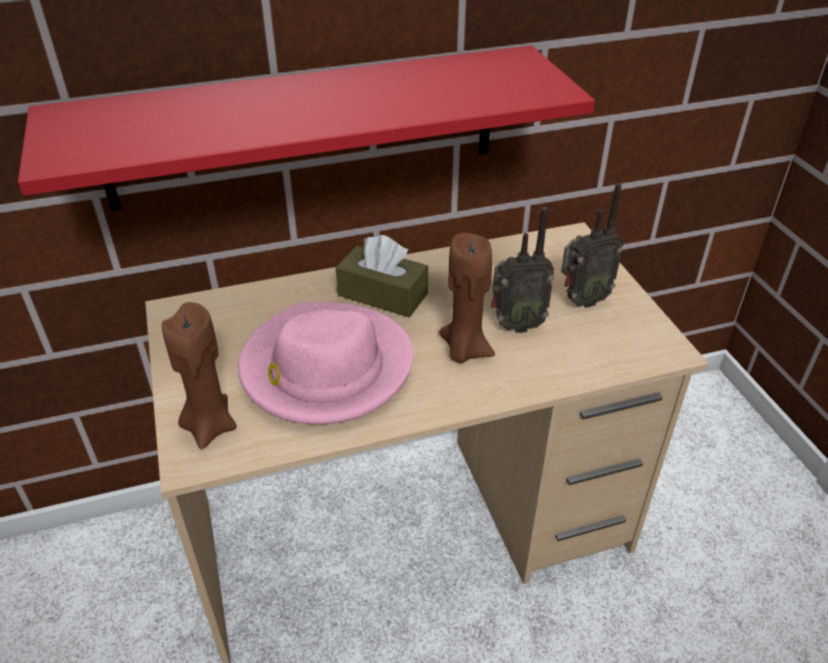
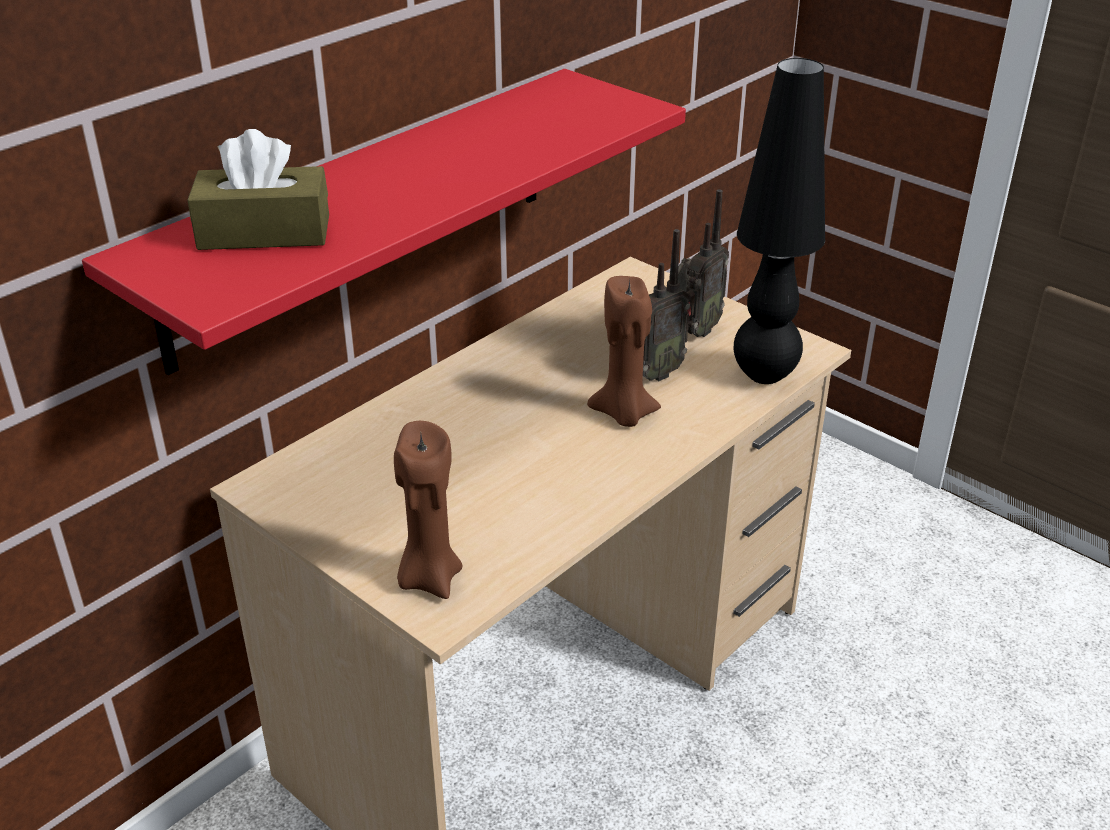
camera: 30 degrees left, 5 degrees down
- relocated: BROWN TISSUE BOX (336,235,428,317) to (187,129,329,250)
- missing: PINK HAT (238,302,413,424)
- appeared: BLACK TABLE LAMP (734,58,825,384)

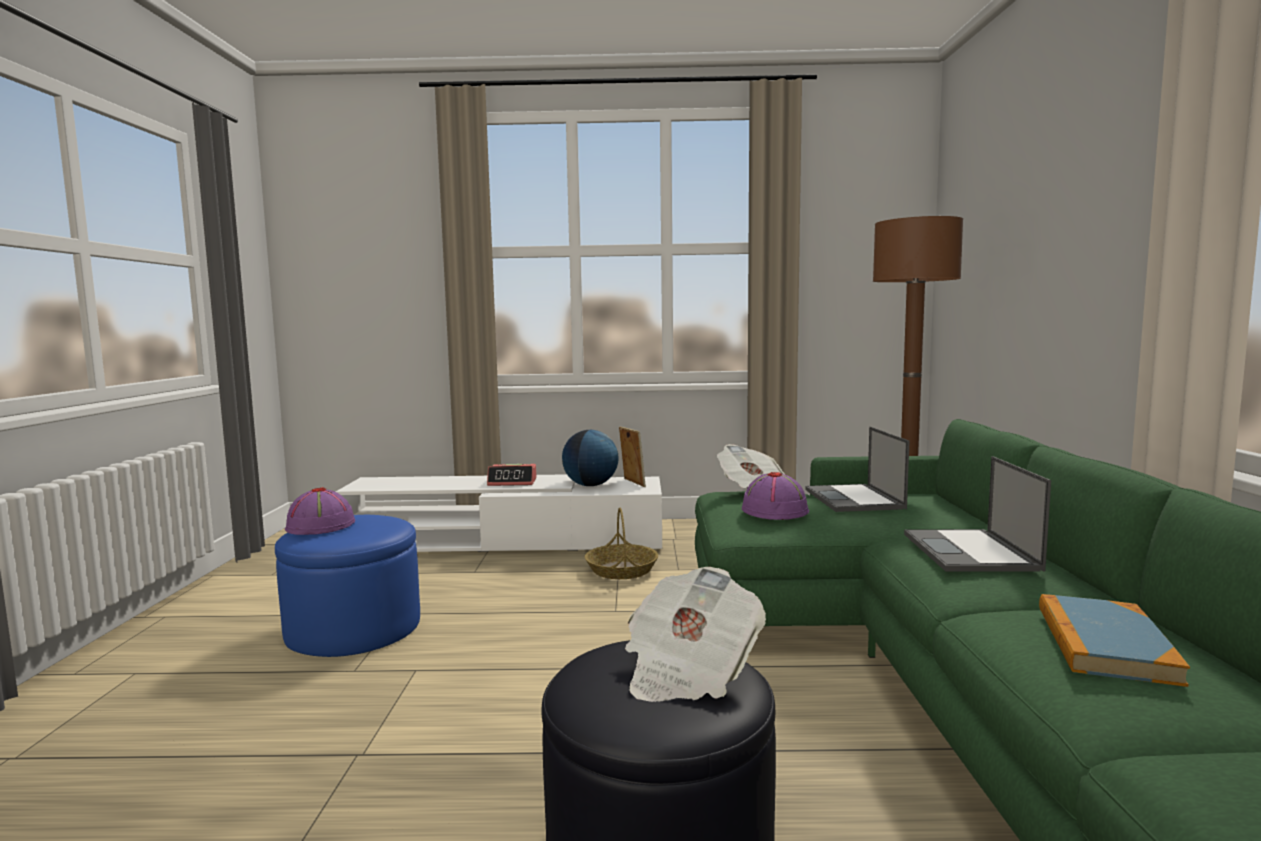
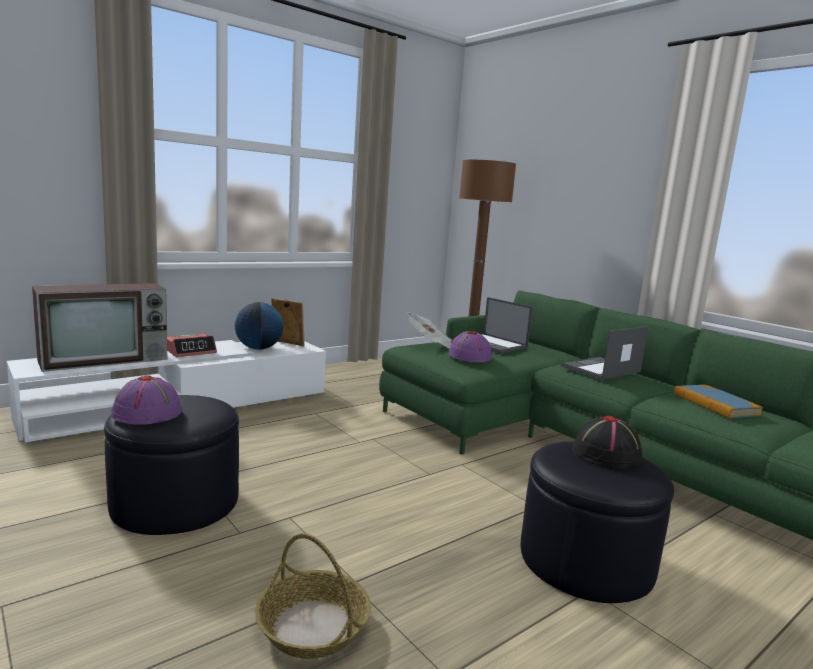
camera: 40 degrees left, 5 degrees up
- spun: LAPTOP (904,456,1051,572) = (560,326,648,380) 90 degrees clockwise
- relocated: BASKET (585,508,658,579) to (255,533,371,659)
- colour: BLUE OTTOMAN (275,515,420,657) to BLACK OTTOMAN (104,395,239,535)
- exchanged: NEWSPAPER (625,567,766,702) to BLACK HAT (573,416,643,469)
- appeared: TELEVISION (32,283,167,372)

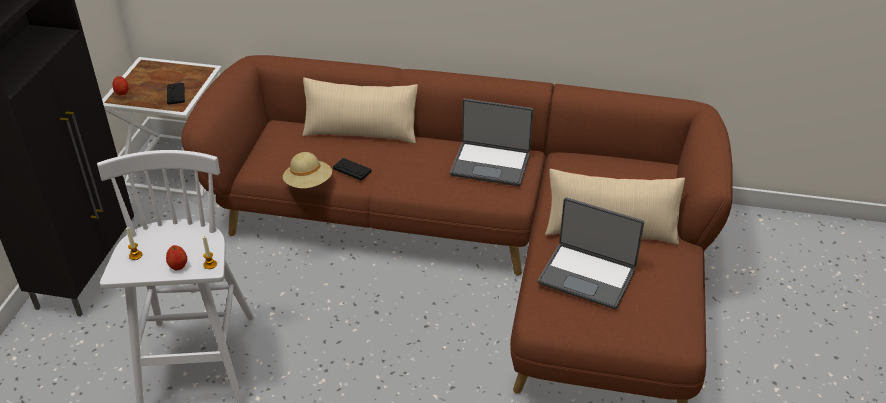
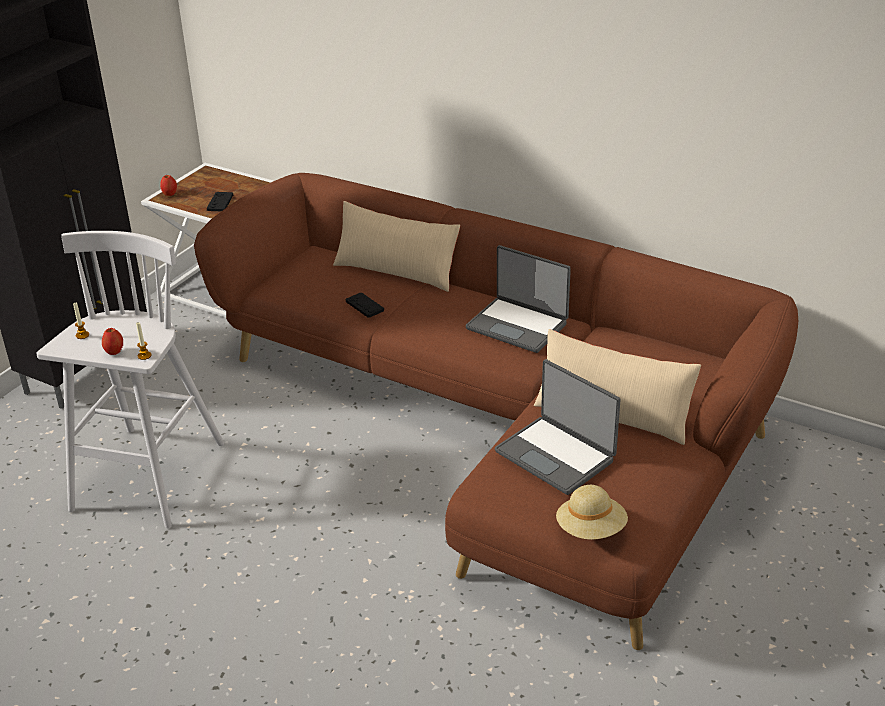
camera: 20 degrees right, 5 degrees down
- relocated: BEIGE HAT (283,152,332,188) to (556,485,628,540)

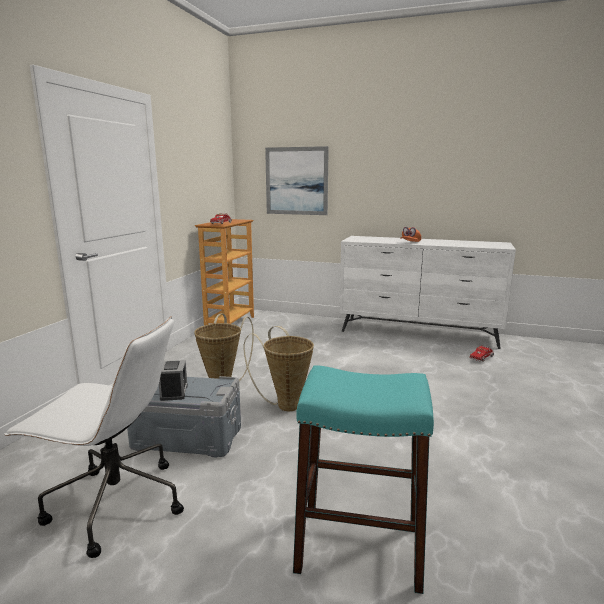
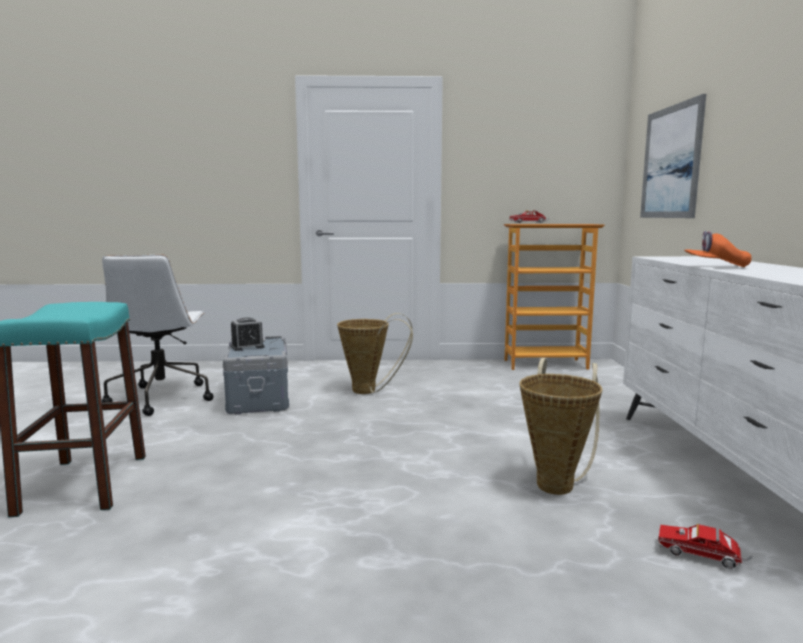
camera: 70 degrees right, 5 degrees down
- relocated: BASKET (243,326,314,411) to (519,358,603,495)

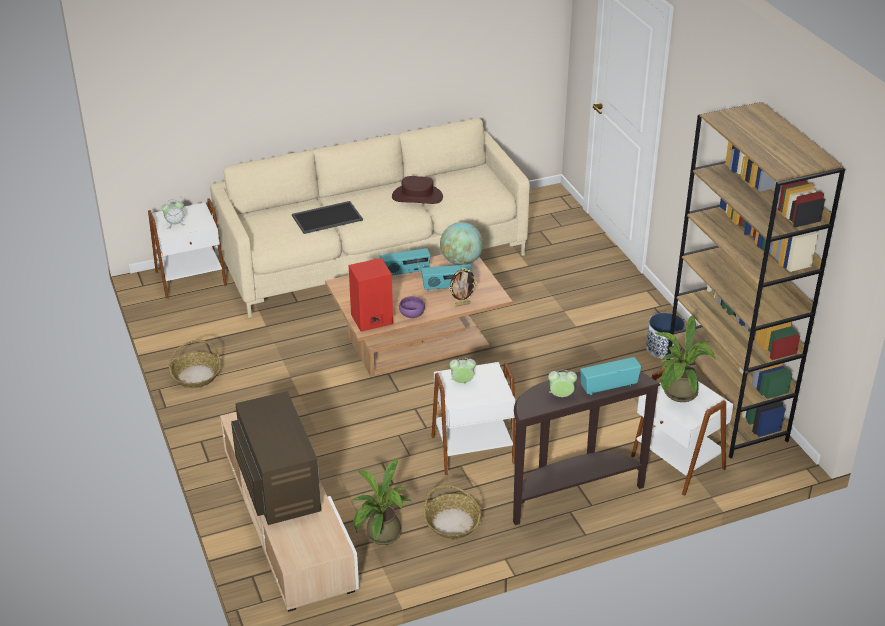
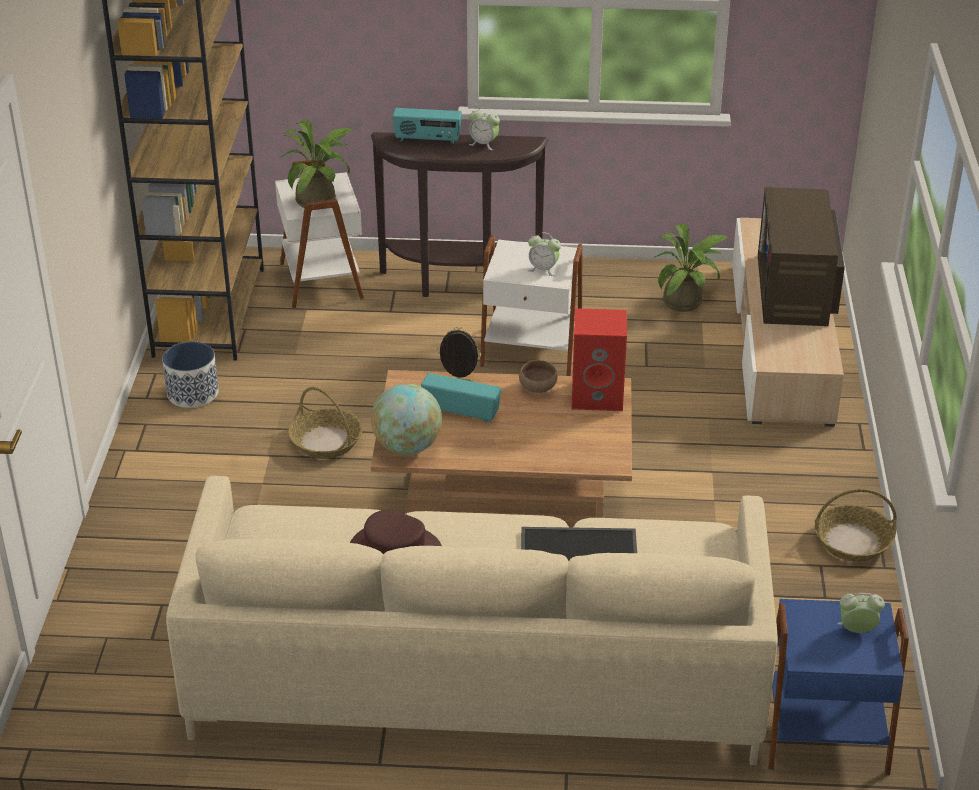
camera: 155 degrees left, 0 degrees up
- colour: WHITE SIDE TABLE (148,199,227,299) to BLUE SIDE TABLE (768,599,909,775)
- missing: RADIO (380,248,431,275)
- colour: PURPLE BOWL (399,296,425,318) to BROWN BOWL (519,360,558,393)
- relocated: BASKET (424,485,483,539) to (288,387,363,459)

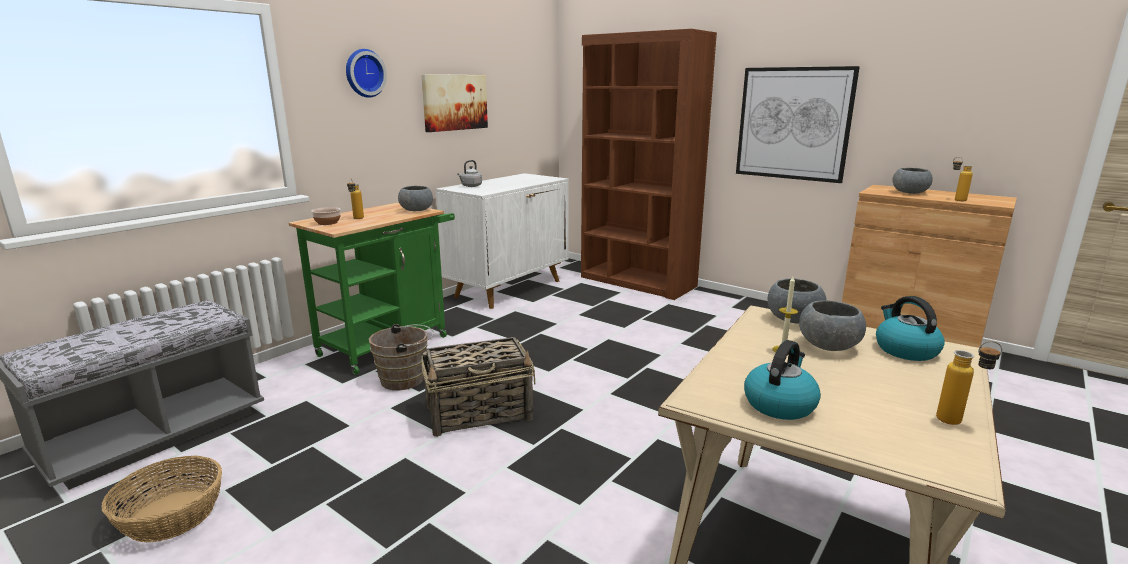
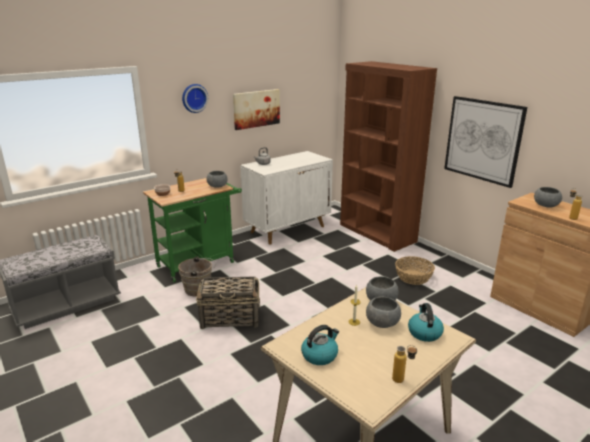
camera: 15 degrees right, 5 degrees up
- relocated: BASKET (101,455,222,542) to (395,256,435,285)

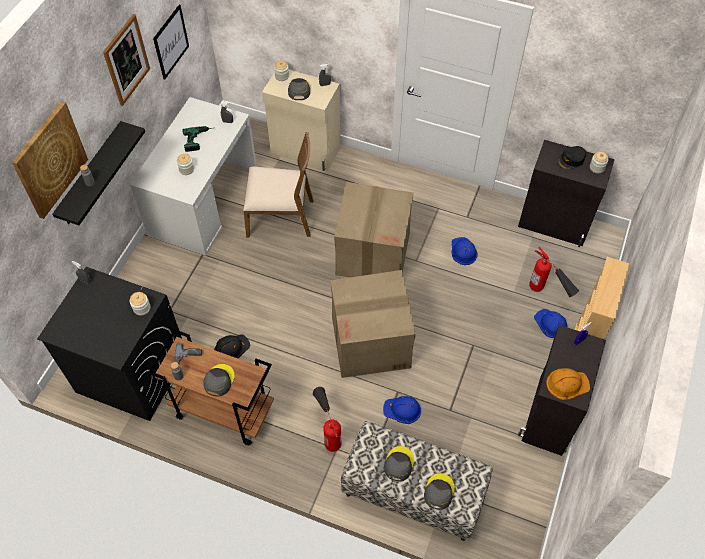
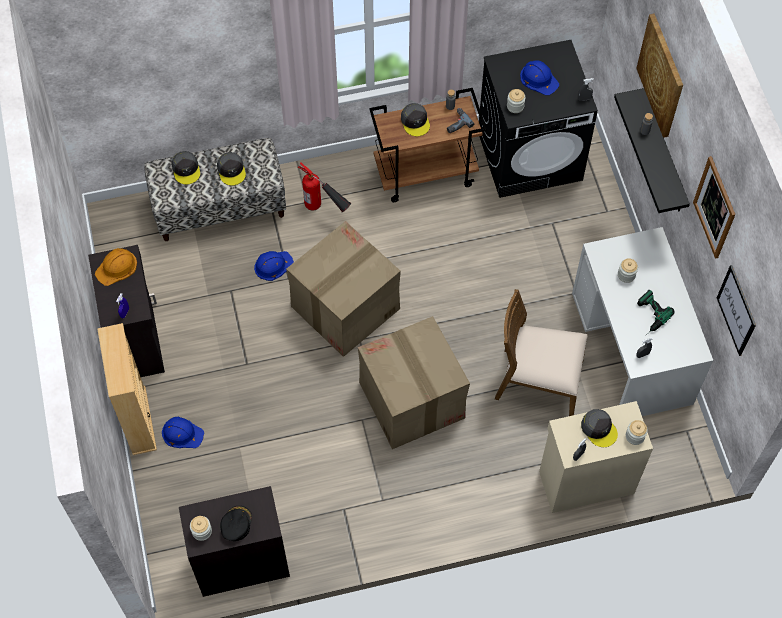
camera: 145 degrees right, 5 degrees up
- spun: BROWN CHAIR (243,132,313,238) = (495,289,588,416) 45 degrees clockwise
- relocated: BLUE HARD HAT (451,237,478,265) to (520,61,559,95)
- missing: FIRE EXTINGUISHER (529,247,579,297)
- missing: BLACK HARD HAT (214,334,251,358)

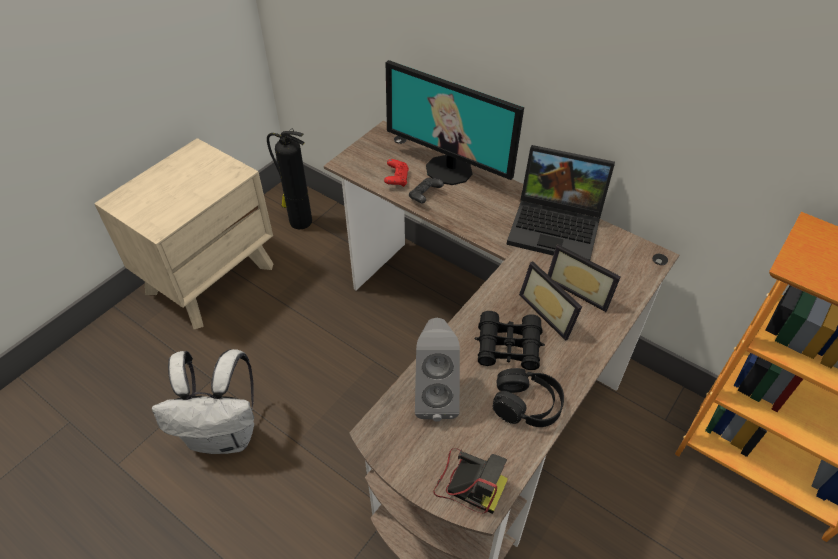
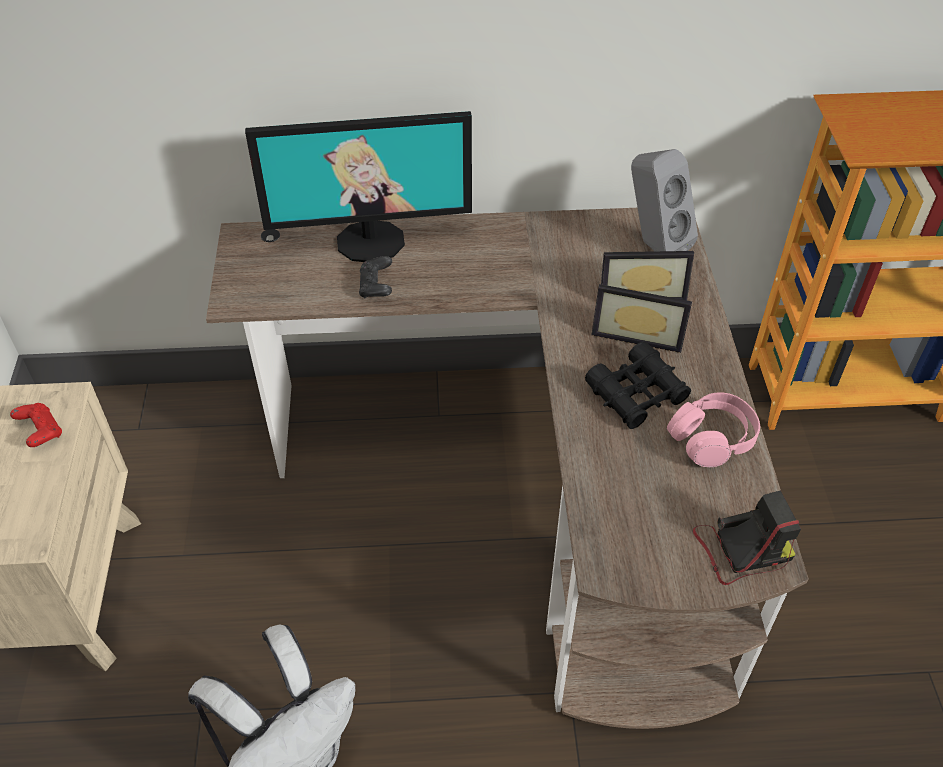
camera: 40 degrees left, 0 degrees up
- missing: FIRE EXTINGUISHER (267,129,312,229)
- missing: LAPTOP (507,145,615,260)
- relocated: RED GAME CONTROLLER (384,159,409,187) to (10,403,62,447)
- relocated: GREY SPEAKER (415,318,460,421) to (631,149,698,251)
- colour: BLACK HEADPHONES (493,368,564,427) to PINK HEADPHONES (667,392,760,467)

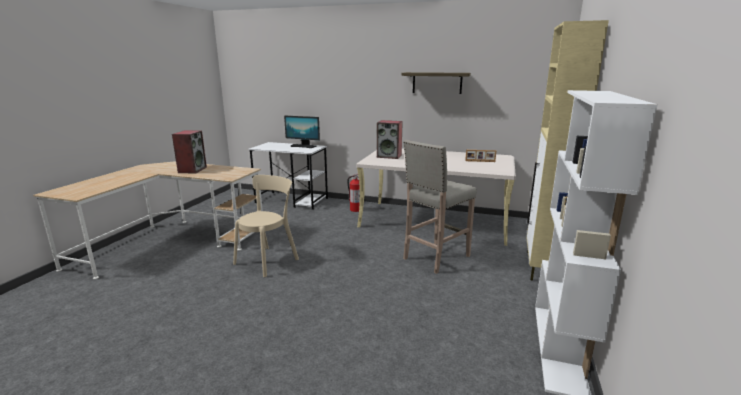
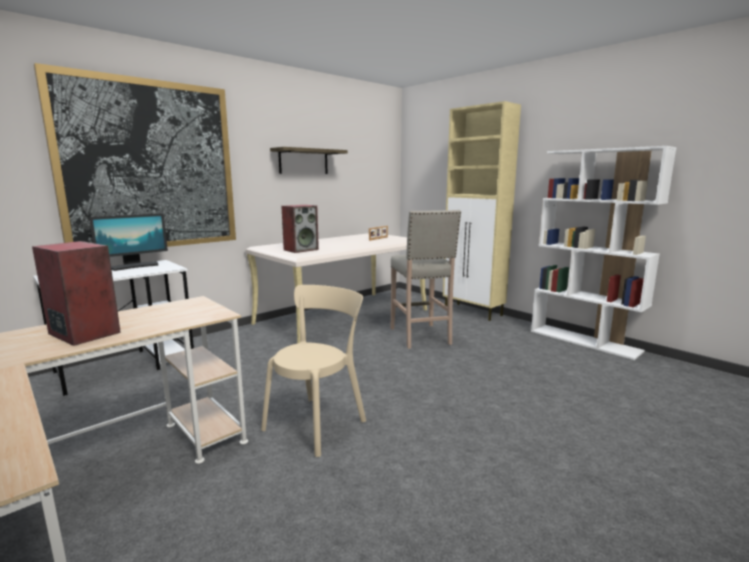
camera: 60 degrees left, 5 degrees down
- missing: FIRE EXTINGUISHER (347,174,360,212)
- spun: BEIGE CHAIR (233,175,299,277) = (261,285,366,457) 60 degrees clockwise
- appeared: PICTURE (34,63,236,247)

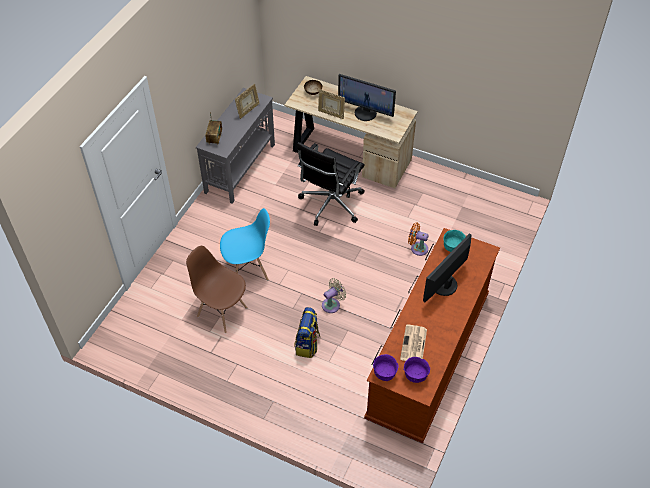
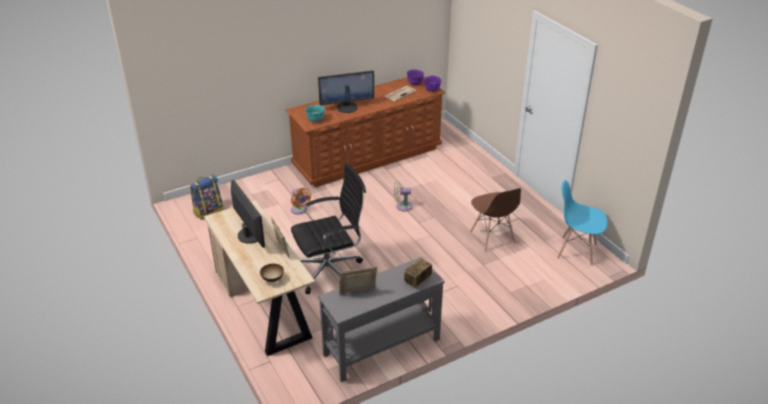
camera: 145 degrees left, 15 degrees down
- relocated: BLUE CHAIR (220,208,270,281) to (557,180,608,266)
- relocated: BACKPACK (294,307,320,358) to (190,175,223,220)

